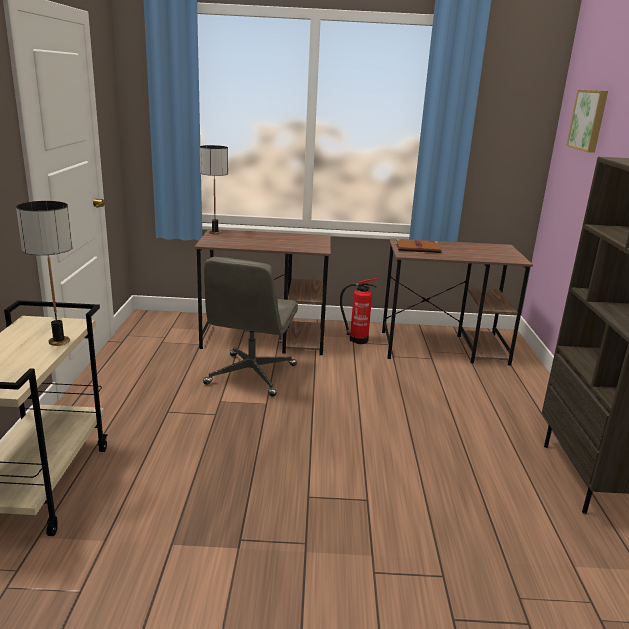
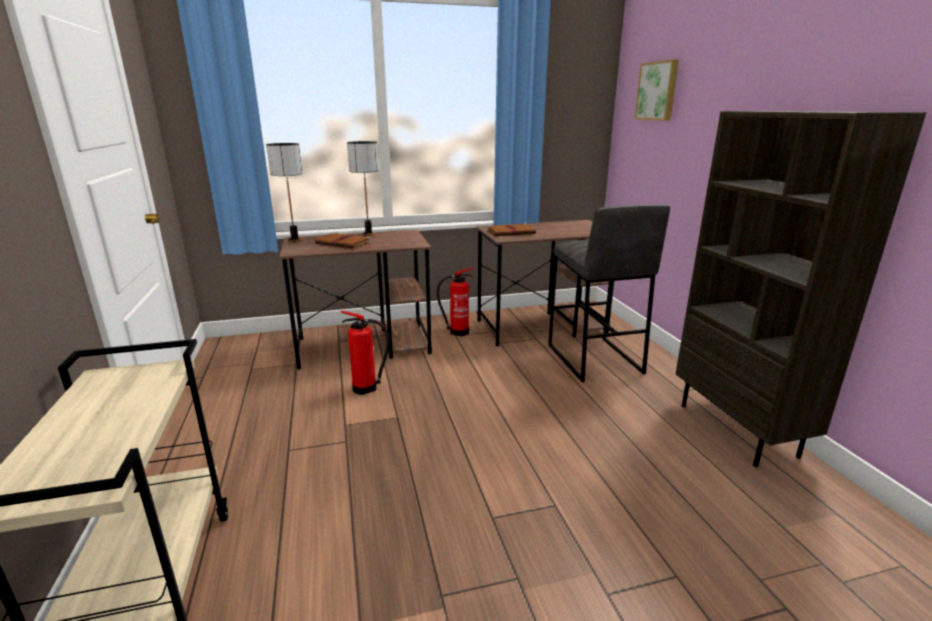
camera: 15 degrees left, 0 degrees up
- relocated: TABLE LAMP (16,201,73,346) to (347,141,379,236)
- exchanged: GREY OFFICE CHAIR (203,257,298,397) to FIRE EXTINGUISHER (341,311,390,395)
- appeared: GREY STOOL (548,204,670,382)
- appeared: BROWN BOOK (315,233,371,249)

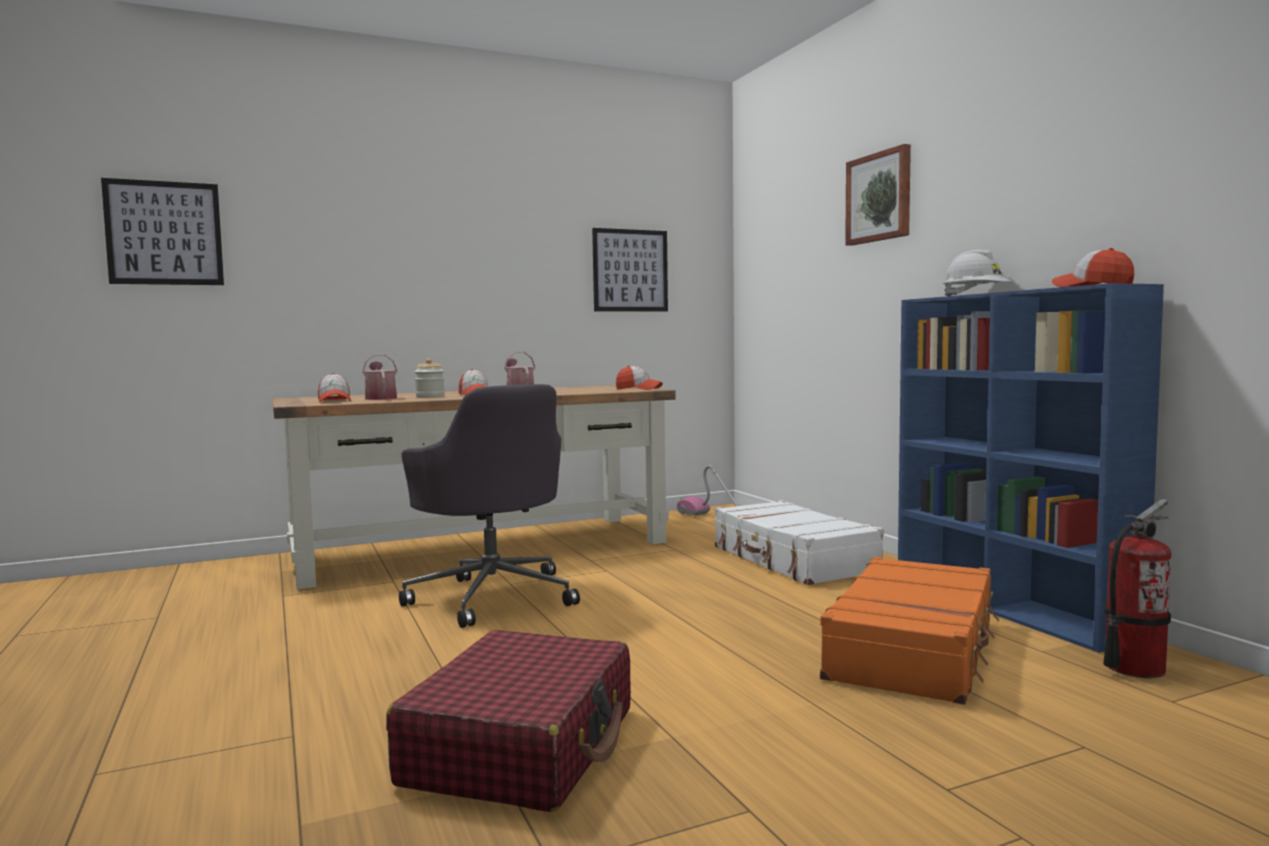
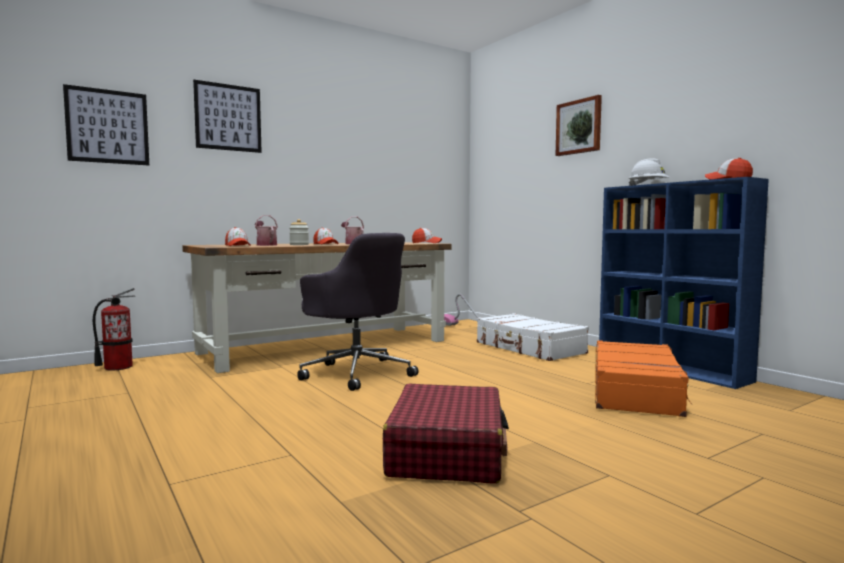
camera: 10 degrees left, 0 degrees up
- relocated: PICTURE (592,228,668,312) to (193,80,262,153)
- relocated: FIRE EXTINGUISHER (1103,499,1171,678) to (93,288,136,371)

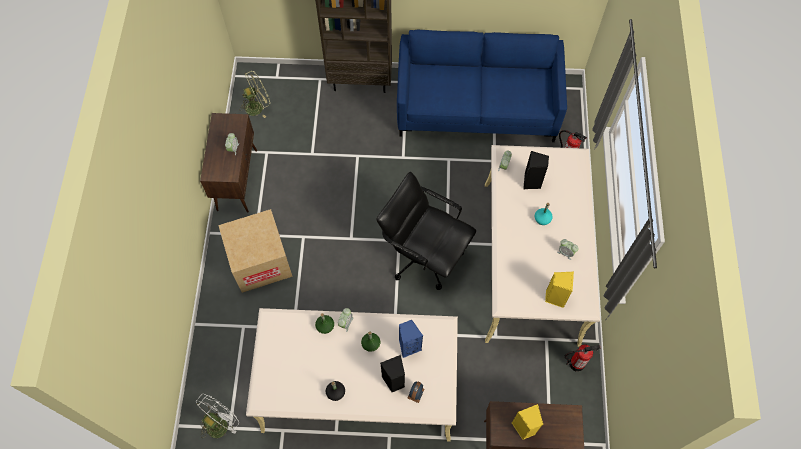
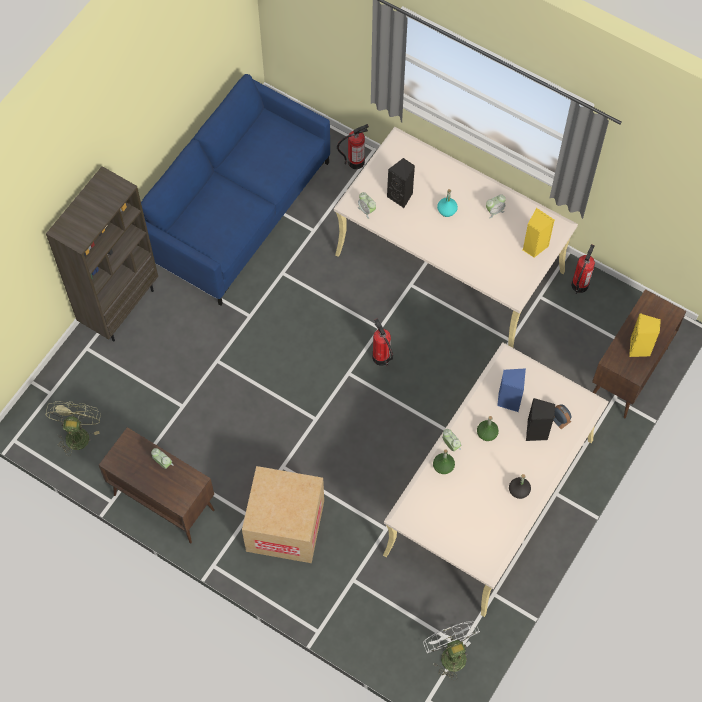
camera: 60 degrees left, 0 degrees up
- exchanged: BLACK OFFICE CHAIR (377,172,476,290) to FIRE EXTINGUISHER (372,318,393,367)

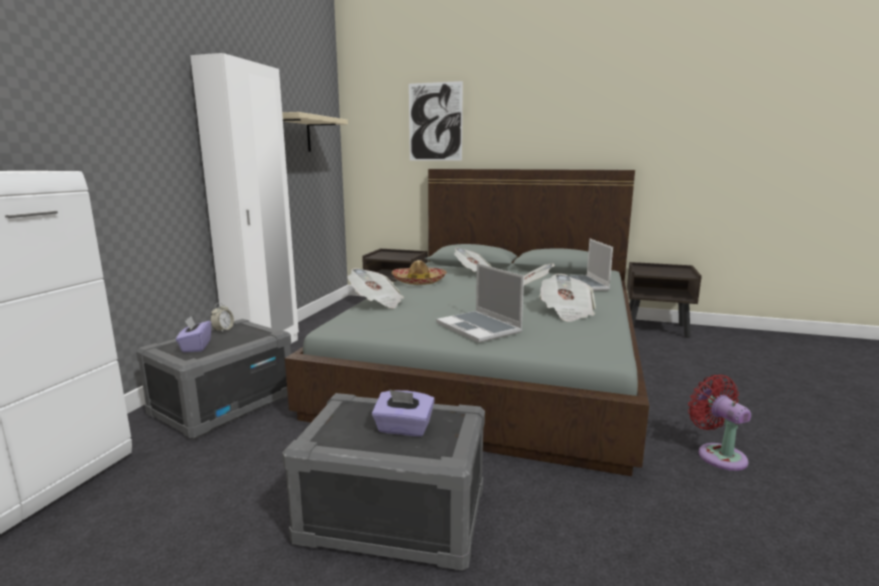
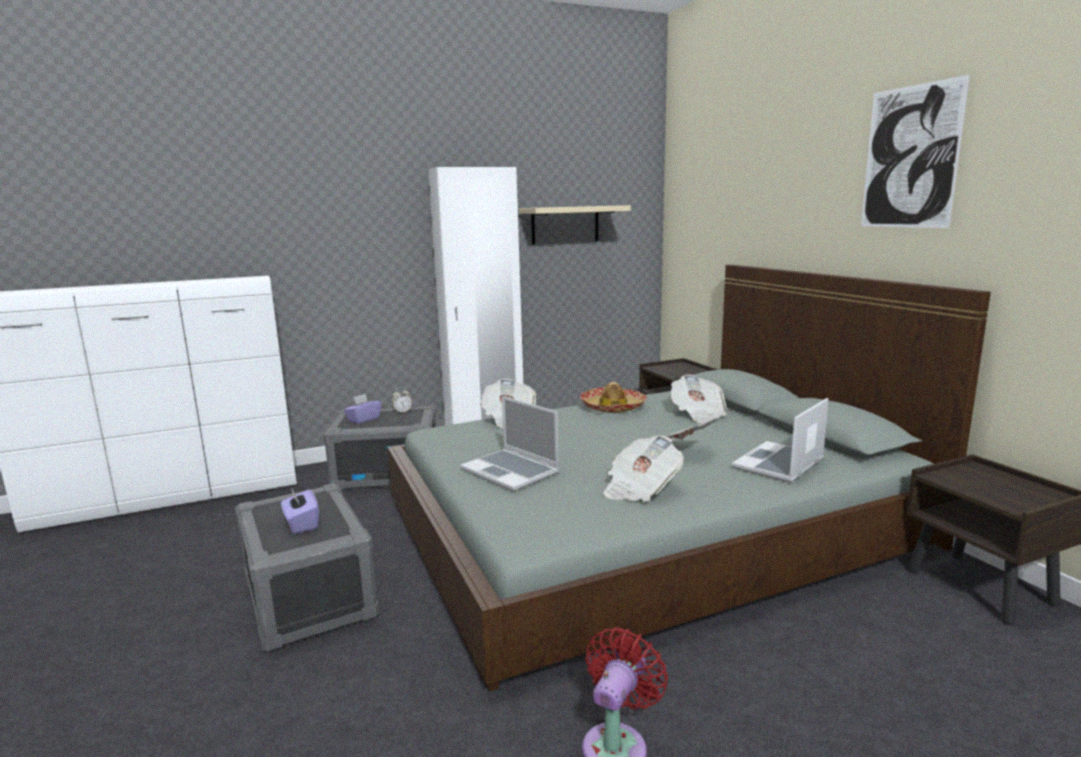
camera: 50 degrees right, 0 degrees up
- relocated: PICTURE (409,81,463,161) to (861,75,970,228)
- spun: LAPTOP (436,263,524,343) = (460,396,559,491) 60 degrees counterclockwise

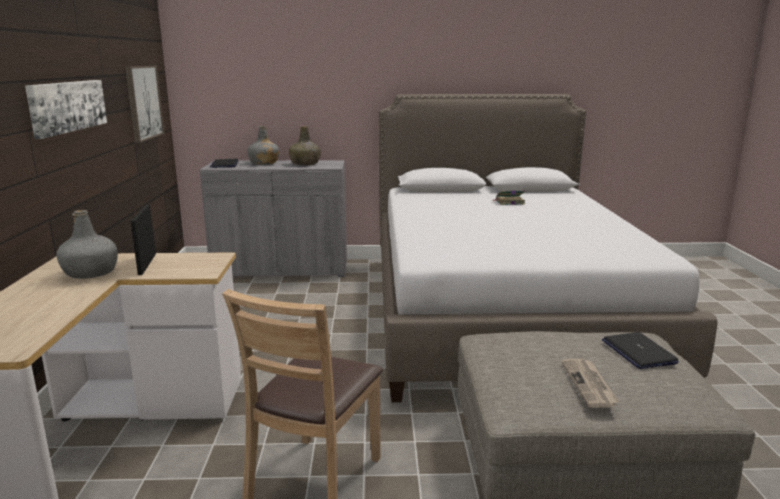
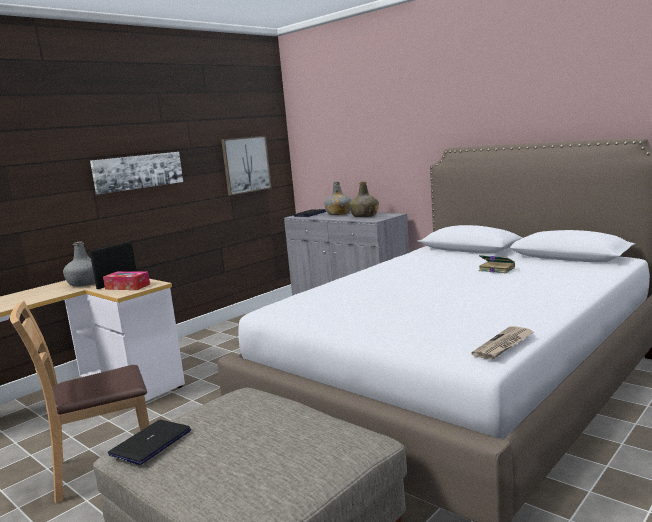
camera: 45 degrees right, 5 degrees down
- relocated: LAPTOP (602,332,679,369) to (108,420,191,465)
- relocated: NEWSPAPER (561,359,619,408) to (471,326,534,360)
- appeared: TISSUE BOX (103,271,150,290)

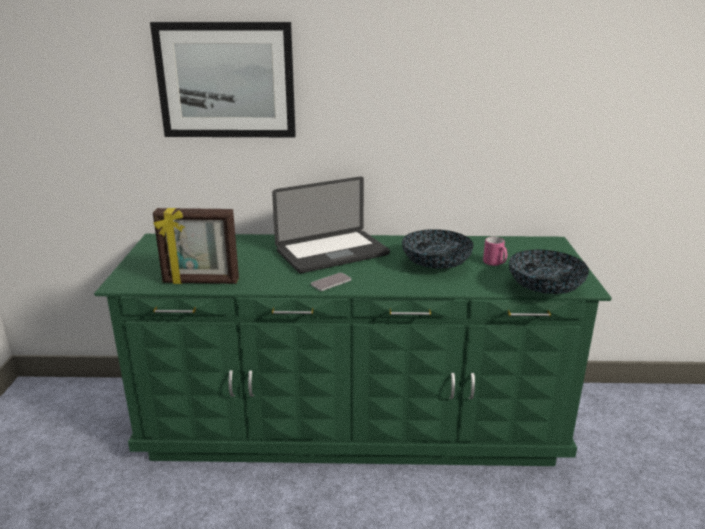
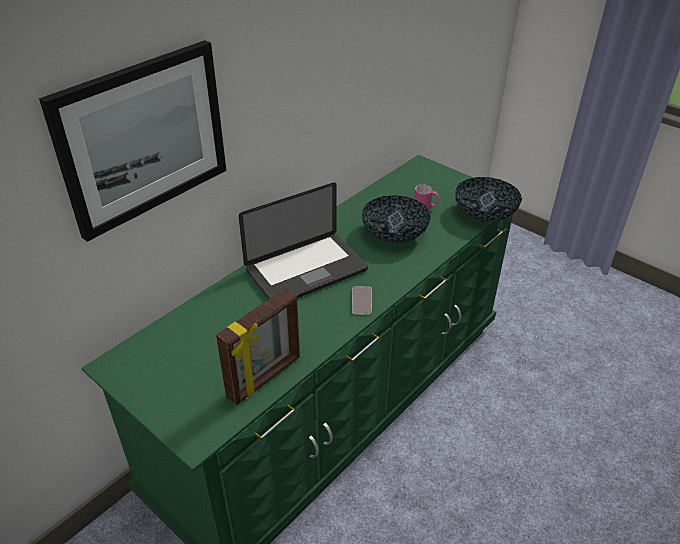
camera: 50 degrees left, 15 degrees up
- spun: LAPTOP (272,176,390,273) = (239,182,368,299) 45 degrees clockwise

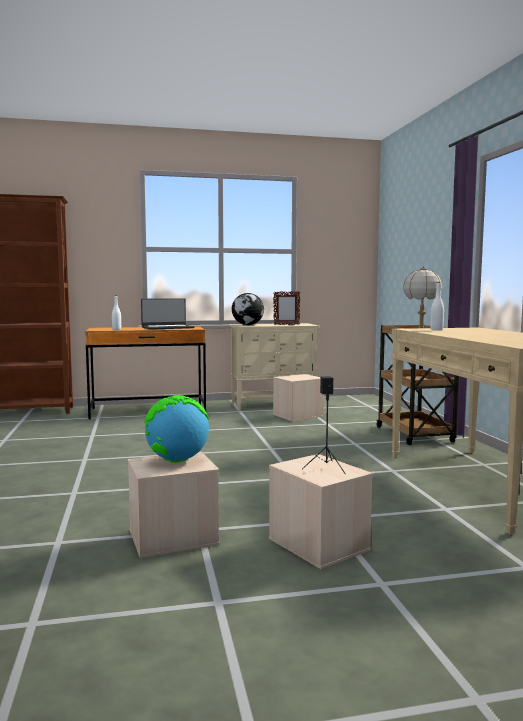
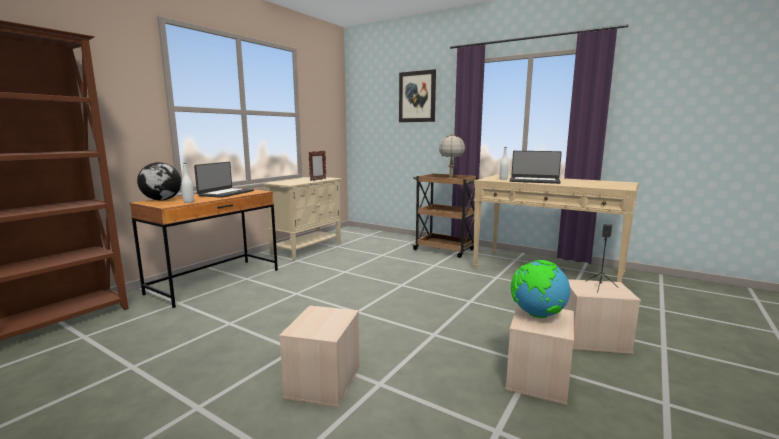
camera: 45 degrees left, 5 degrees up
- relocated: GLOBE (232,293,264,325) to (137,162,182,200)
- relocated: BEIGE STORAGE BOX (273,374,324,421) to (279,305,360,407)
- appeared: PICTURE (399,69,436,122)
- appeared: LAPTOP (510,151,562,184)

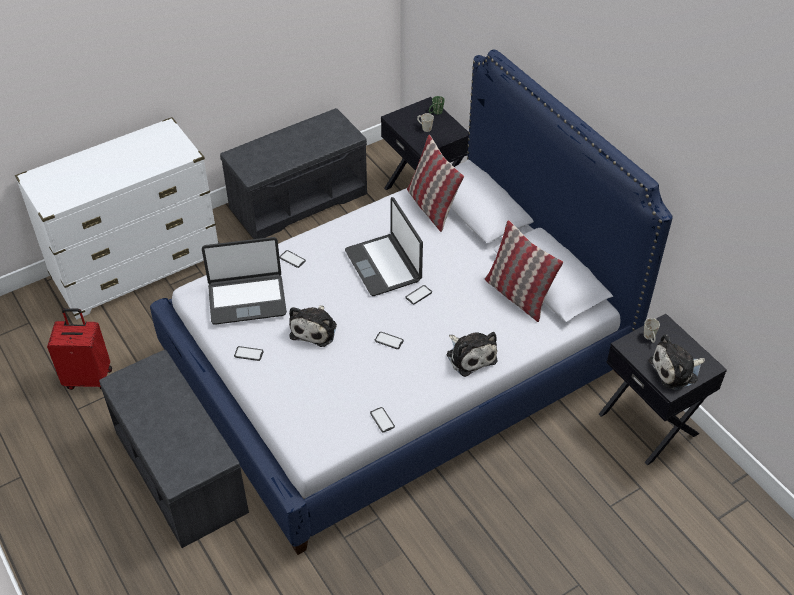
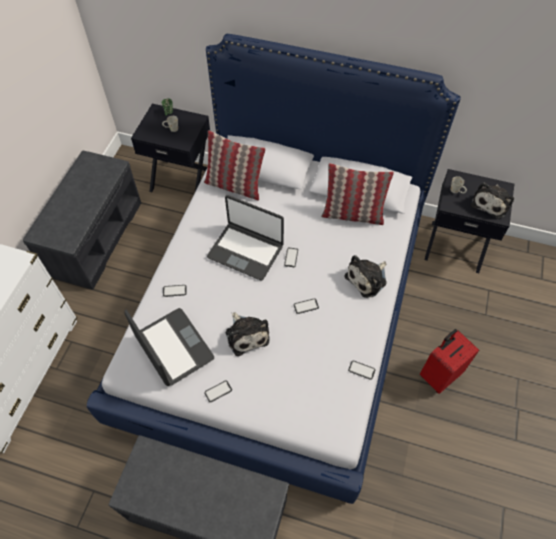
camera: 40 degrees left, 10 degrees up
- spun: LAPTOP (202,237,287,325) = (124,308,214,386) 75 degrees counterclockwise
- relocated: RED SUITCASE (47,308,112,390) to (420,329,479,394)
- spun: PLUSH TOY (447,332,498,377) = (344,255,387,298) 120 degrees clockwise

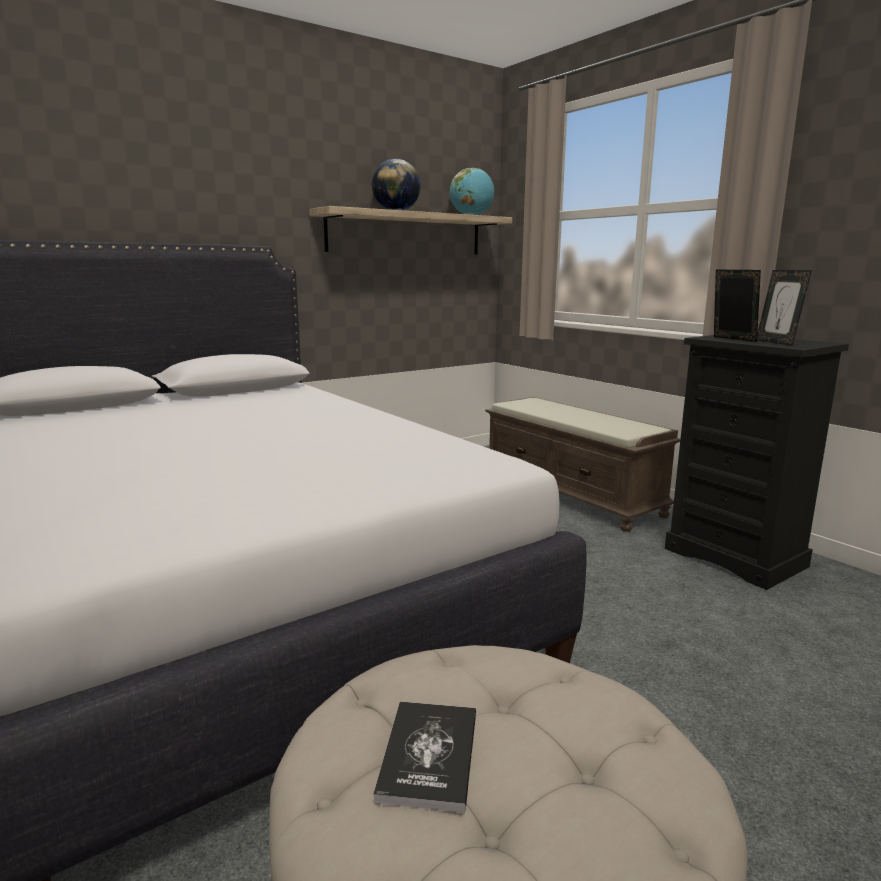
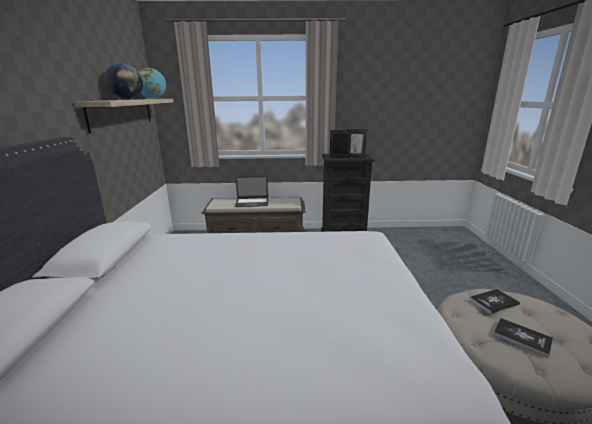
camera: 55 degrees left, 5 degrees up
- appeared: LAPTOP (235,176,268,207)
- appeared: BOOK (469,289,520,314)

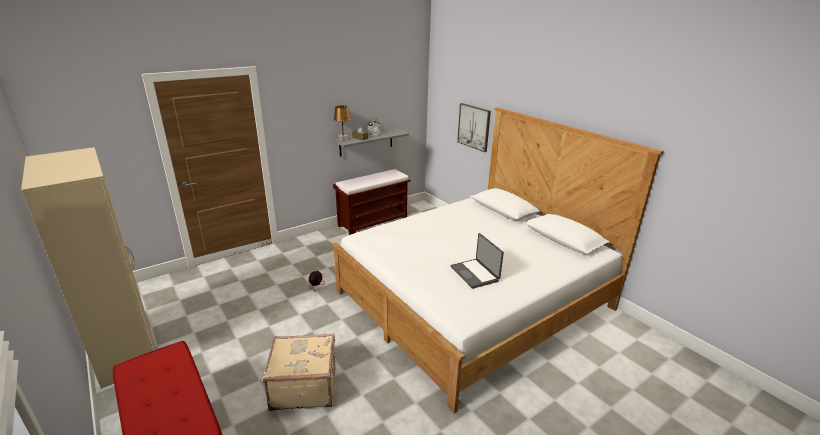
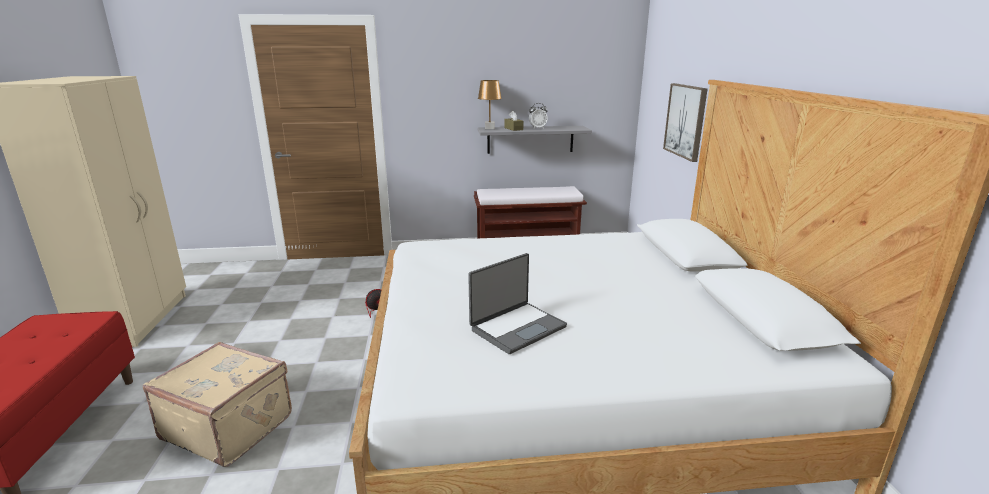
camera: 30 degrees right, 5 degrees down
- spun: LAPTOP (451,233,504,289) = (468,253,567,354) 135 degrees counterclockwise

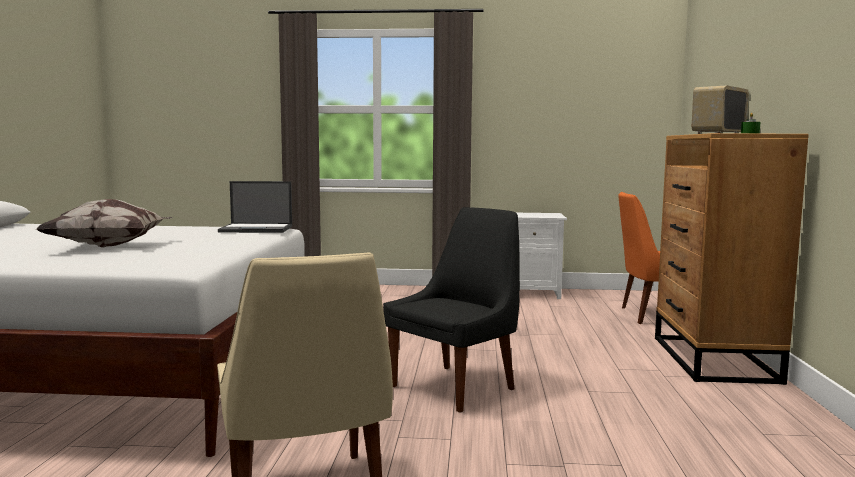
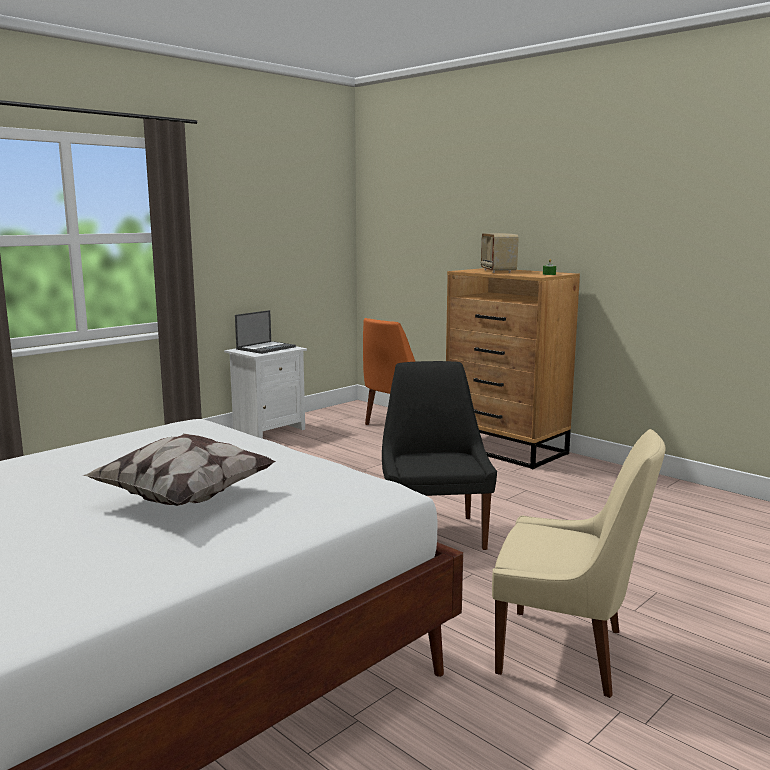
camera: 50 degrees left, 5 degrees up
- relocated: LAPTOP (218,181,292,233) to (235,310,296,354)

